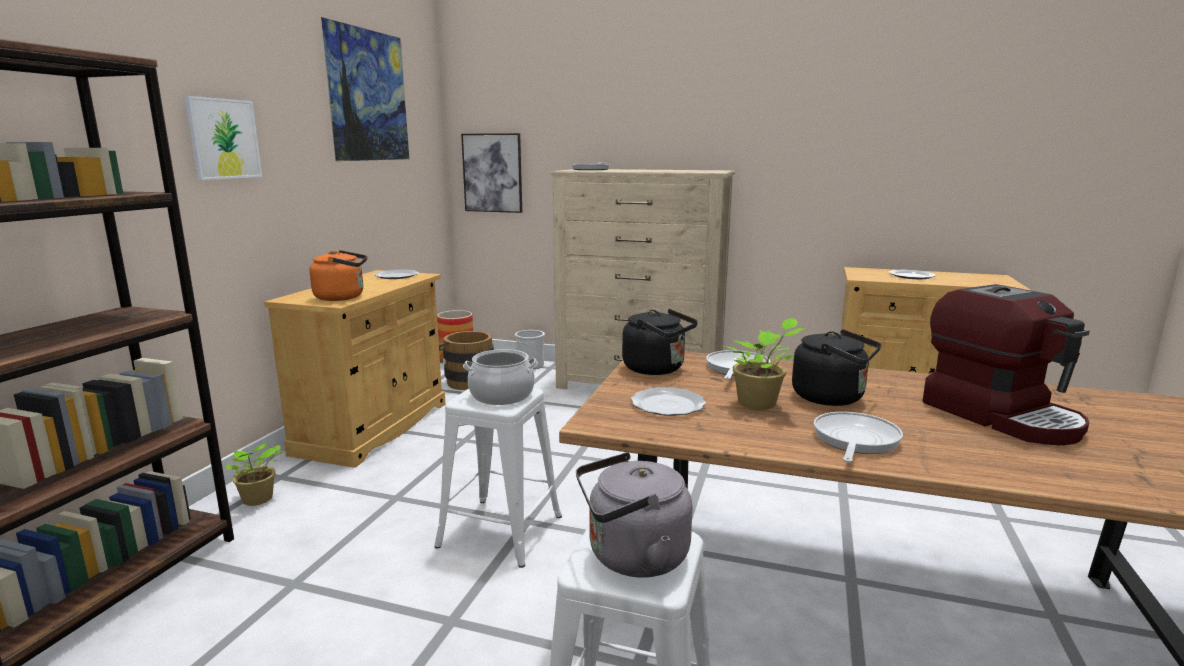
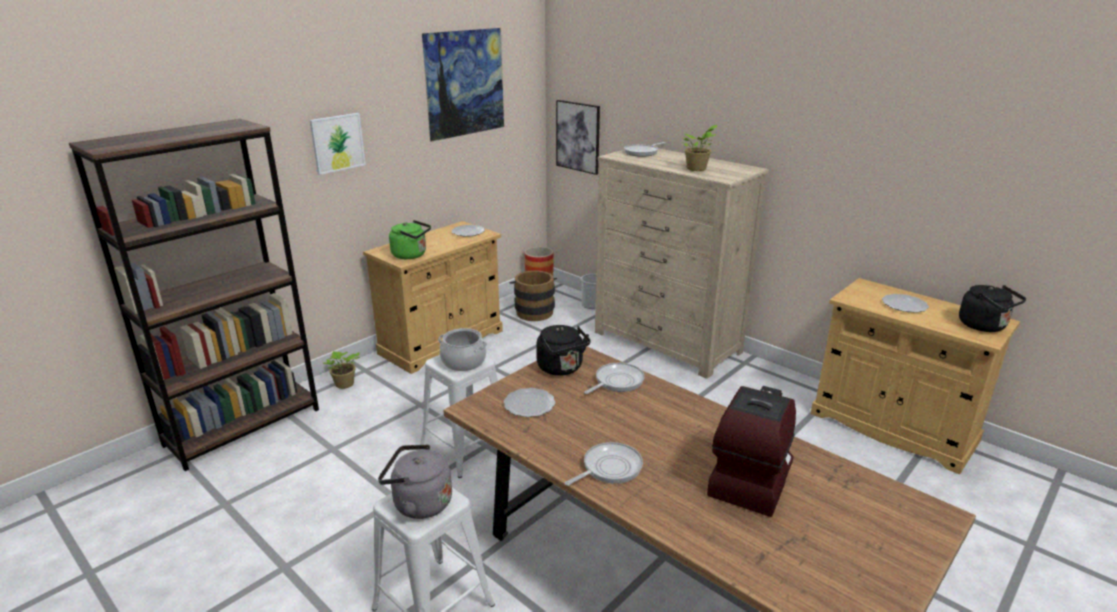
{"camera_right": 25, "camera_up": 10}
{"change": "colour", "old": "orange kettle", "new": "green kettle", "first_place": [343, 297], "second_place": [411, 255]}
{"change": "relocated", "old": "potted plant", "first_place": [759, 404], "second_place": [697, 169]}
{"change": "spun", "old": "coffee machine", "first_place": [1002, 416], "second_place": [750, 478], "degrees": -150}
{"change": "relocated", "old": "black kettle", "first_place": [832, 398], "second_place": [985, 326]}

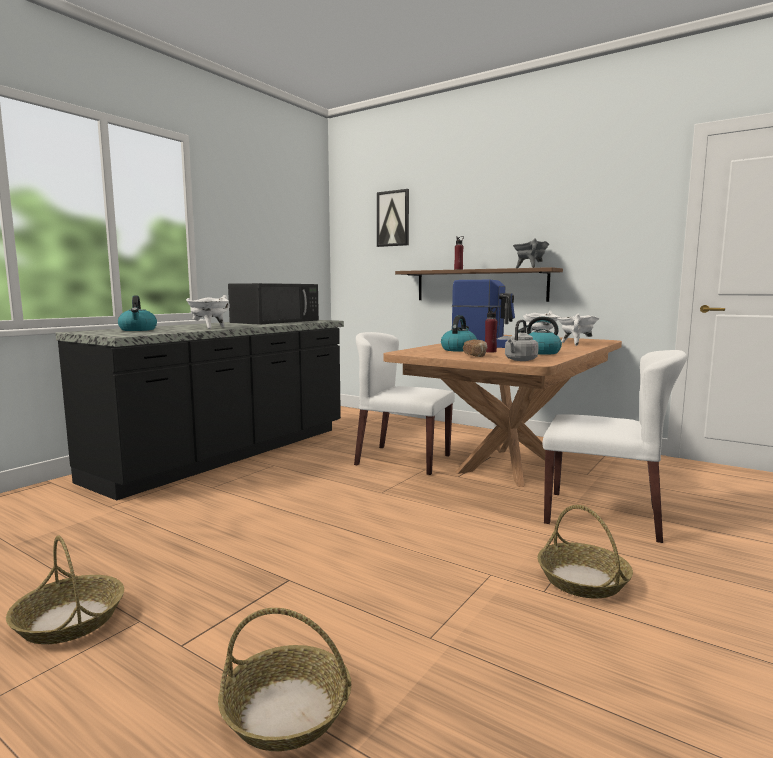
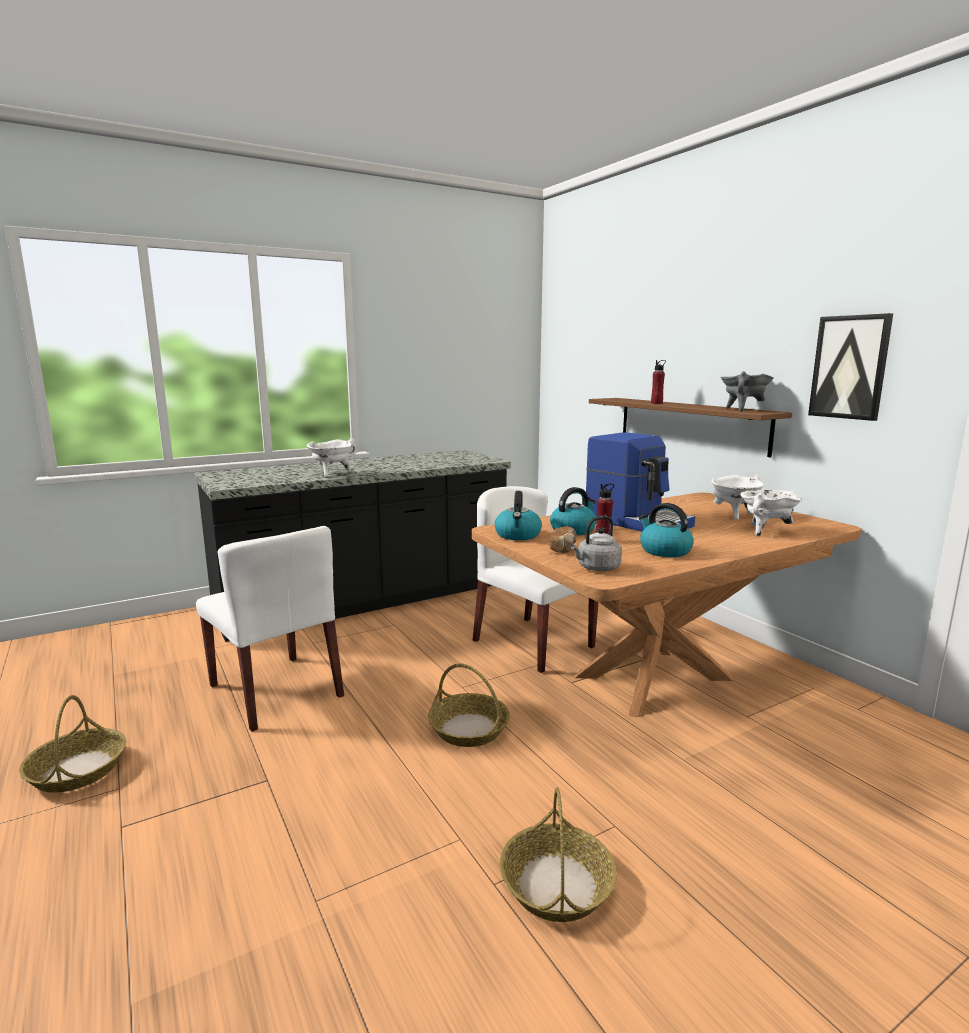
{"camera_right": 25, "camera_up": 5}
{"change": "relocated", "old": "white chair", "first_place": [604, 515], "second_place": [276, 691]}
{"change": "relocated", "old": "basket", "first_place": [285, 711], "second_place": [468, 729]}
{"change": "relocated", "old": "kettle", "first_place": [138, 330], "second_place": [518, 535]}
{"change": "relocated", "old": "picture", "first_place": [393, 218], "second_place": [849, 367]}
{"change": "missing", "old": "black microwave", "first_place": [276, 321]}

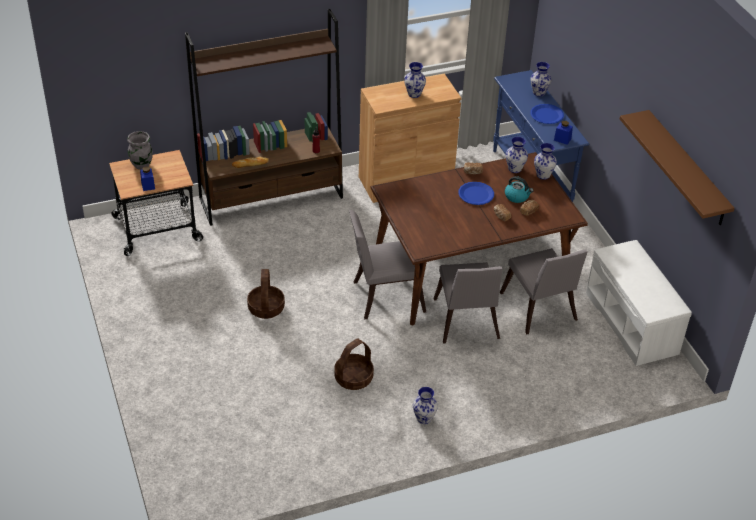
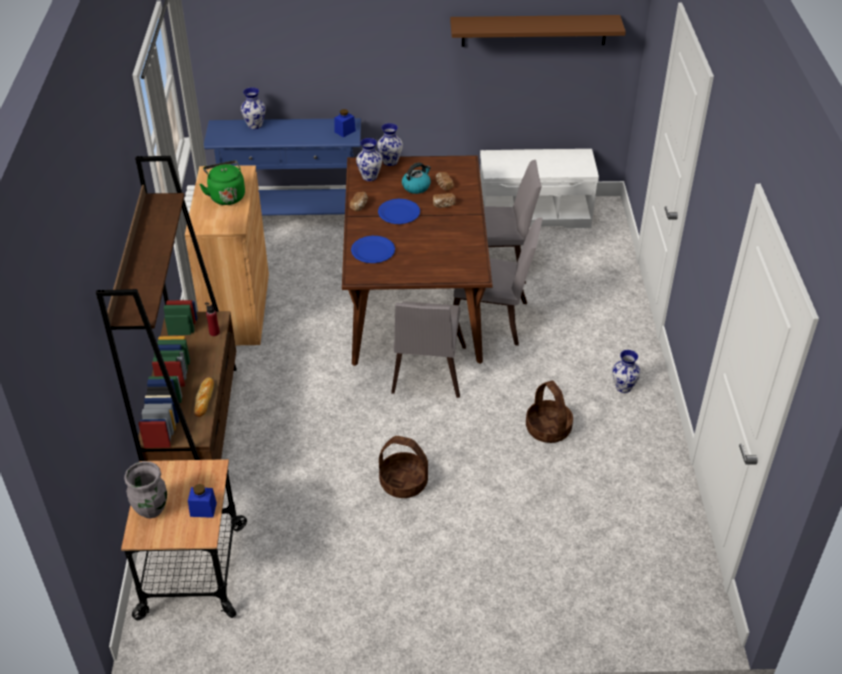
{"camera_right": -70, "camera_up": 0}
{"change": "exchanged", "old": "vase", "new": "green kettle", "first_place": [414, 94], "second_place": [226, 196]}
{"change": "relocated", "old": "blue plate", "first_place": [546, 115], "second_place": [373, 251]}

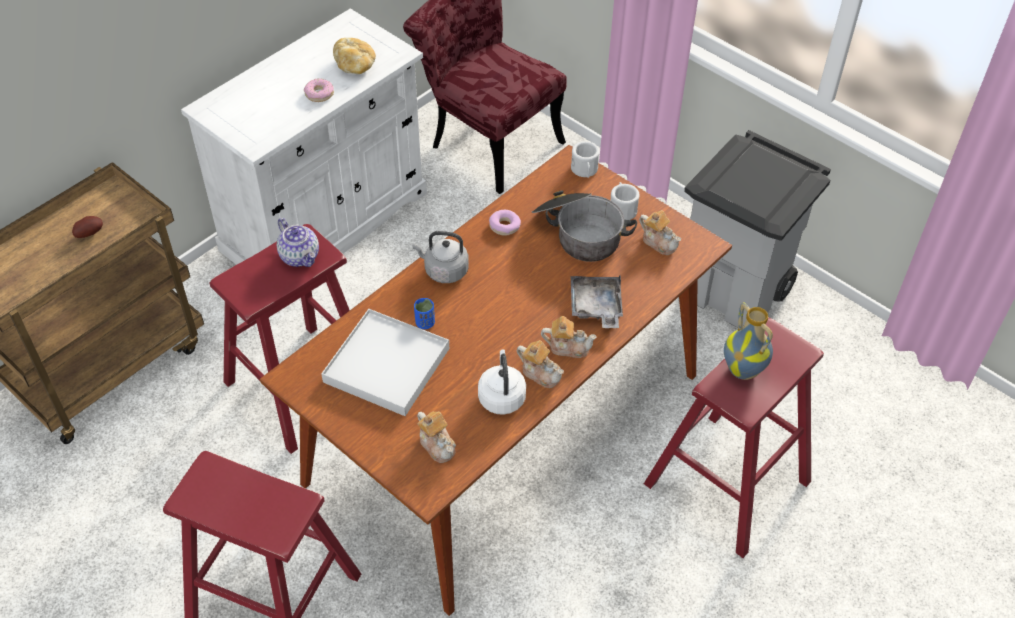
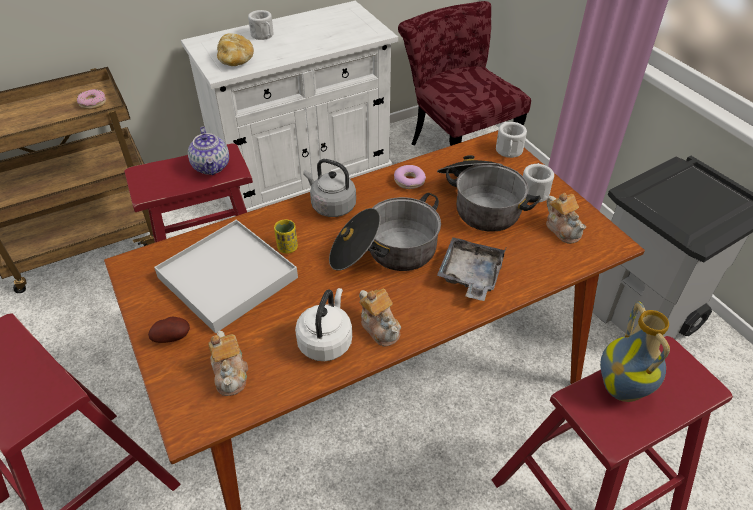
{"camera_right": 20, "camera_up": -5}
{"change": "relocated", "old": "donut", "first_place": [319, 94], "second_place": [93, 103]}
{"change": "relocated", "old": "potato", "first_place": [89, 233], "second_place": [173, 337]}
{"change": "relocated", "old": "bread", "first_place": [355, 65], "second_place": [236, 60]}
{"change": "appeared", "new": "white mug", "second_place": [263, 36]}
{"change": "colour", "old": "blue cup", "new": "yellow cup", "first_place": [425, 323], "second_place": [287, 248]}
{"change": "appeared", "new": "cooking pot", "second_place": [385, 252]}
{"change": "missing", "old": "teapot", "first_place": [568, 347]}

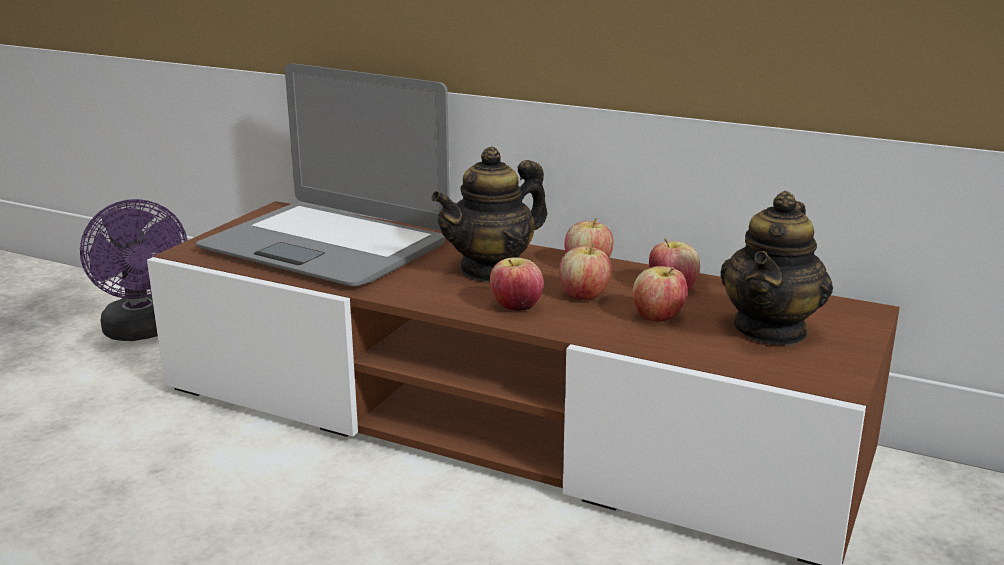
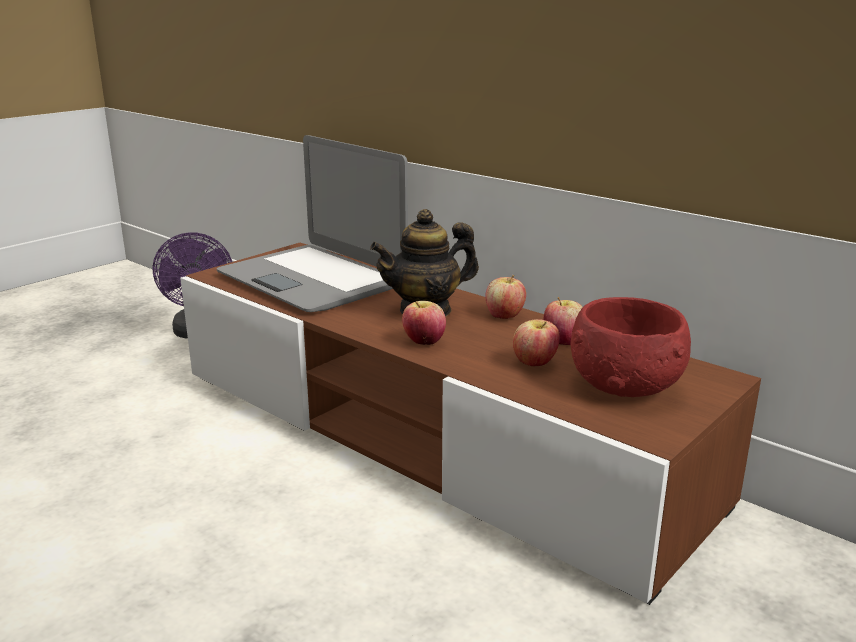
{"camera_right": 15, "camera_up": 0}
{"change": "exchanged", "old": "teapot", "new": "red bowl", "first_place": [771, 330], "second_place": [627, 385]}
{"change": "missing", "old": "apple", "first_place": [584, 296]}

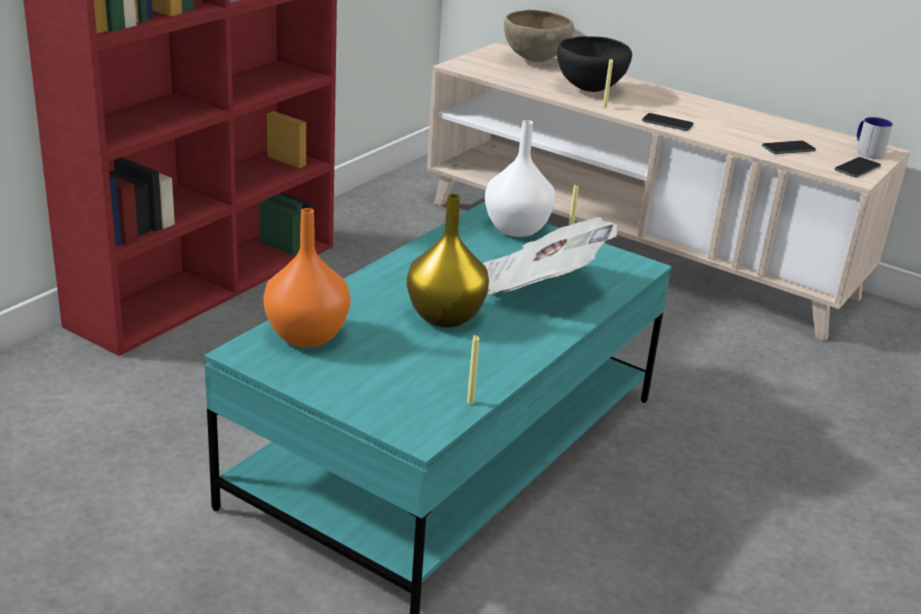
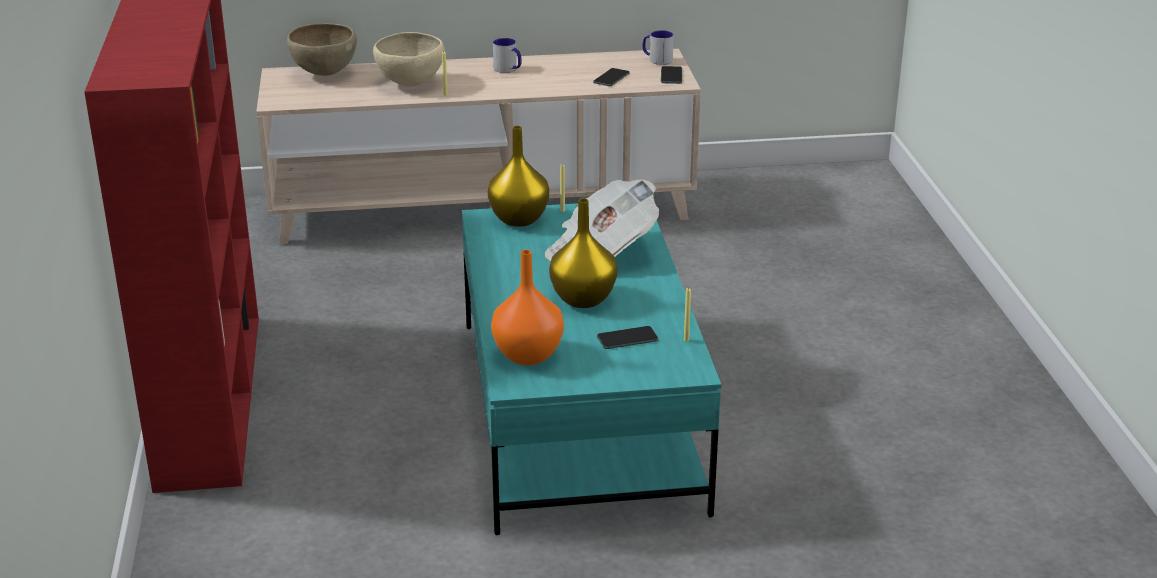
{"camera_right": -40, "camera_up": 0}
{"change": "colour", "old": "black bowl", "new": "beige bowl", "first_place": [590, 90], "second_place": [410, 84]}
{"change": "colour", "old": "white vase", "new": "yellow vase", "first_place": [518, 229], "second_place": [520, 219]}
{"change": "appeared", "new": "mug", "second_place": [508, 69]}
{"change": "relocated", "old": "phone", "first_place": [667, 123], "second_place": [627, 338]}

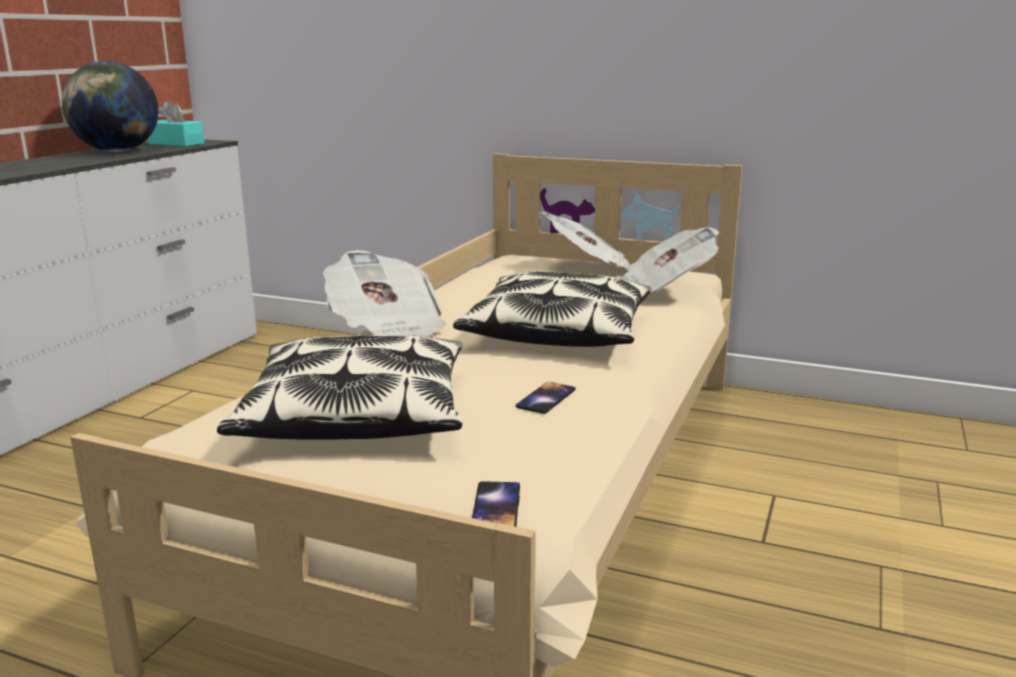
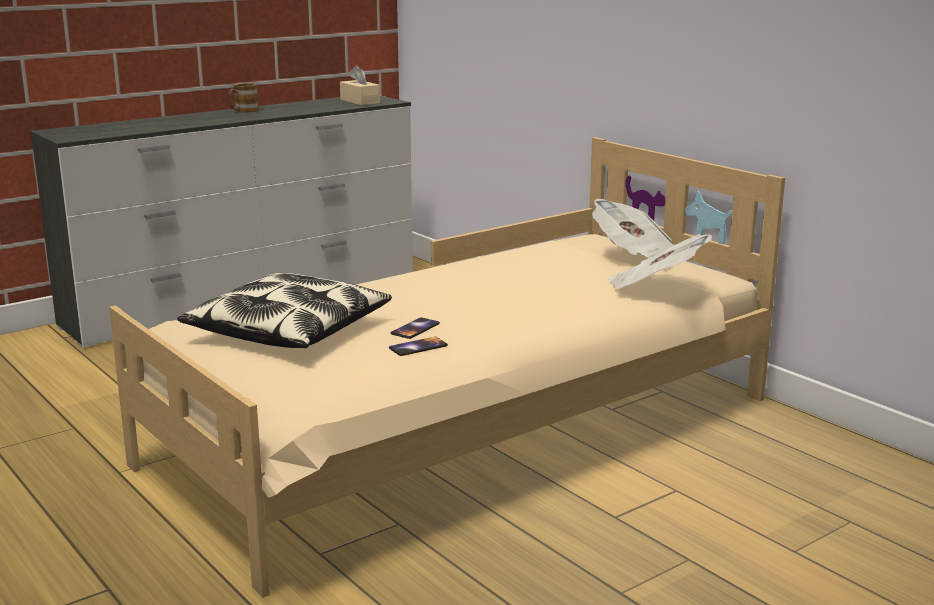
{"camera_right": 30, "camera_up": 0}
{"change": "appeared", "new": "mug", "second_place": [243, 111]}
{"change": "colour", "old": "turquoise tissue box", "new": "beige tissue box", "first_place": [176, 143], "second_place": [360, 101]}
{"change": "relocated", "old": "phone", "first_place": [496, 507], "second_place": [415, 329]}
{"change": "missing", "old": "globe", "first_place": [117, 151]}
{"change": "missing", "old": "newspaper", "first_place": [386, 330]}
{"change": "missing", "old": "pillow", "first_place": [558, 332]}

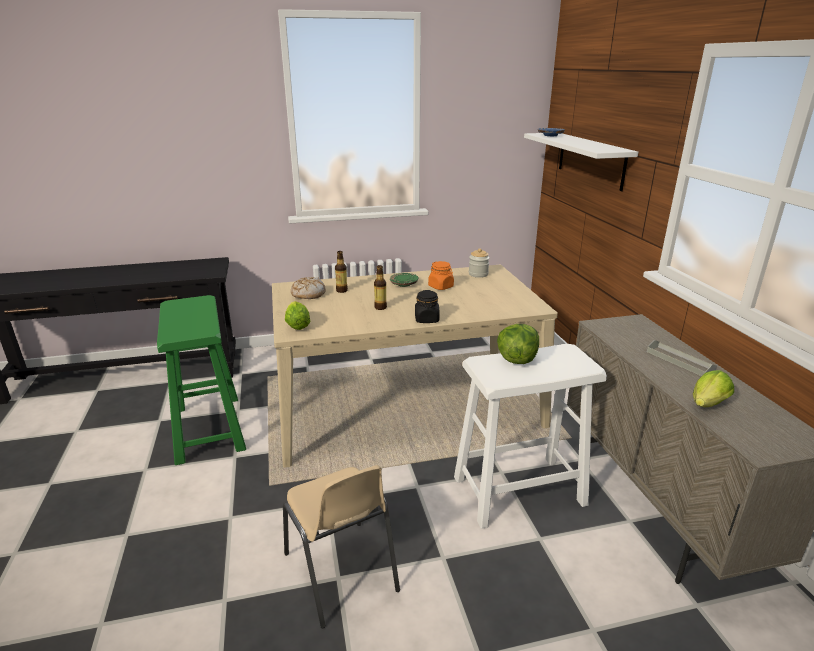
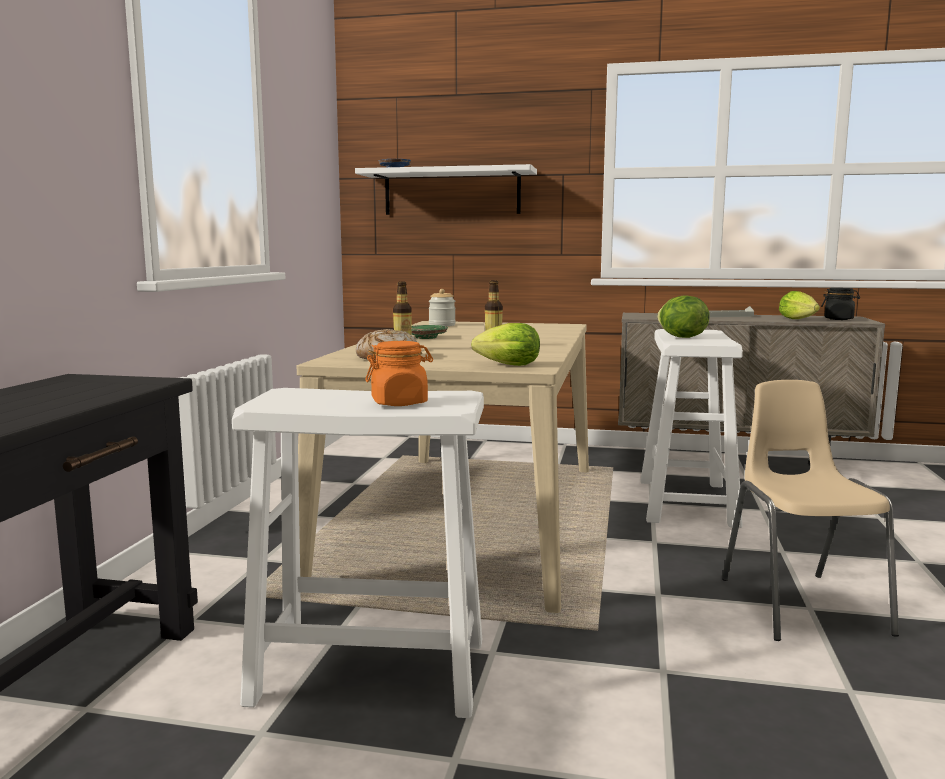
{"camera_right": -65, "camera_up": -15}
{"change": "colour", "old": "green stool", "new": "white stool", "first_place": [209, 428], "second_place": [369, 670]}
{"change": "relocated", "old": "orange jar", "first_place": [441, 287], "second_place": [399, 403]}
{"change": "spun", "old": "beige chair", "first_place": [341, 572], "second_place": [801, 605], "degrees": -90}
{"change": "relocated", "old": "black jar", "first_place": [427, 319], "second_place": [838, 319]}

